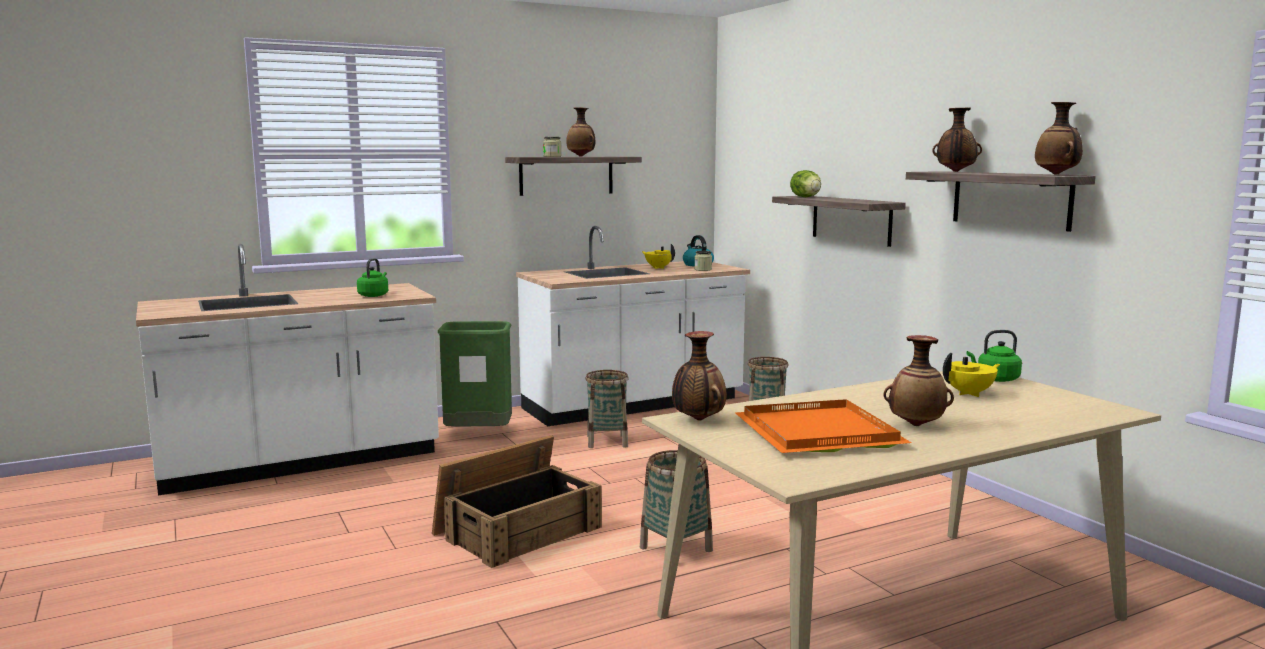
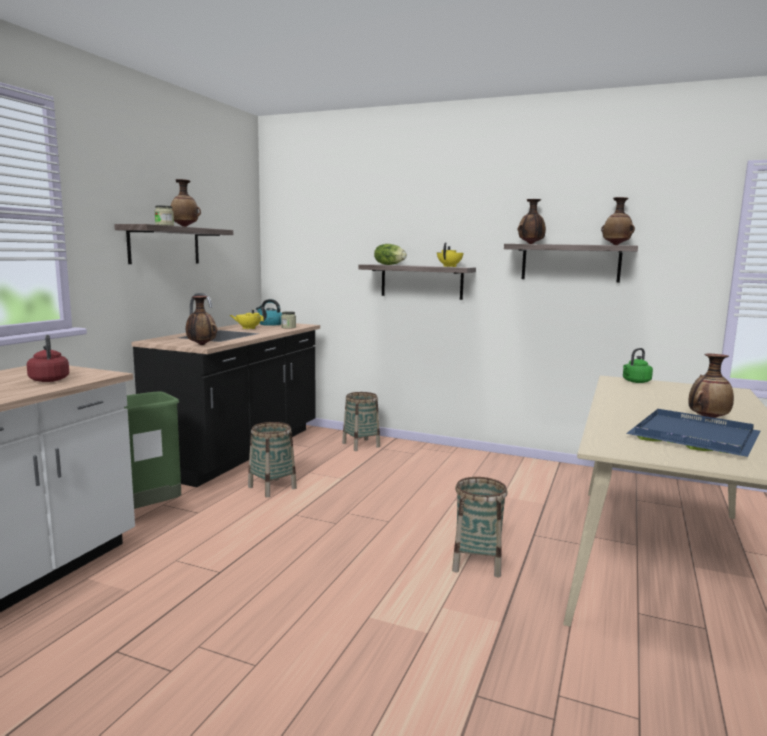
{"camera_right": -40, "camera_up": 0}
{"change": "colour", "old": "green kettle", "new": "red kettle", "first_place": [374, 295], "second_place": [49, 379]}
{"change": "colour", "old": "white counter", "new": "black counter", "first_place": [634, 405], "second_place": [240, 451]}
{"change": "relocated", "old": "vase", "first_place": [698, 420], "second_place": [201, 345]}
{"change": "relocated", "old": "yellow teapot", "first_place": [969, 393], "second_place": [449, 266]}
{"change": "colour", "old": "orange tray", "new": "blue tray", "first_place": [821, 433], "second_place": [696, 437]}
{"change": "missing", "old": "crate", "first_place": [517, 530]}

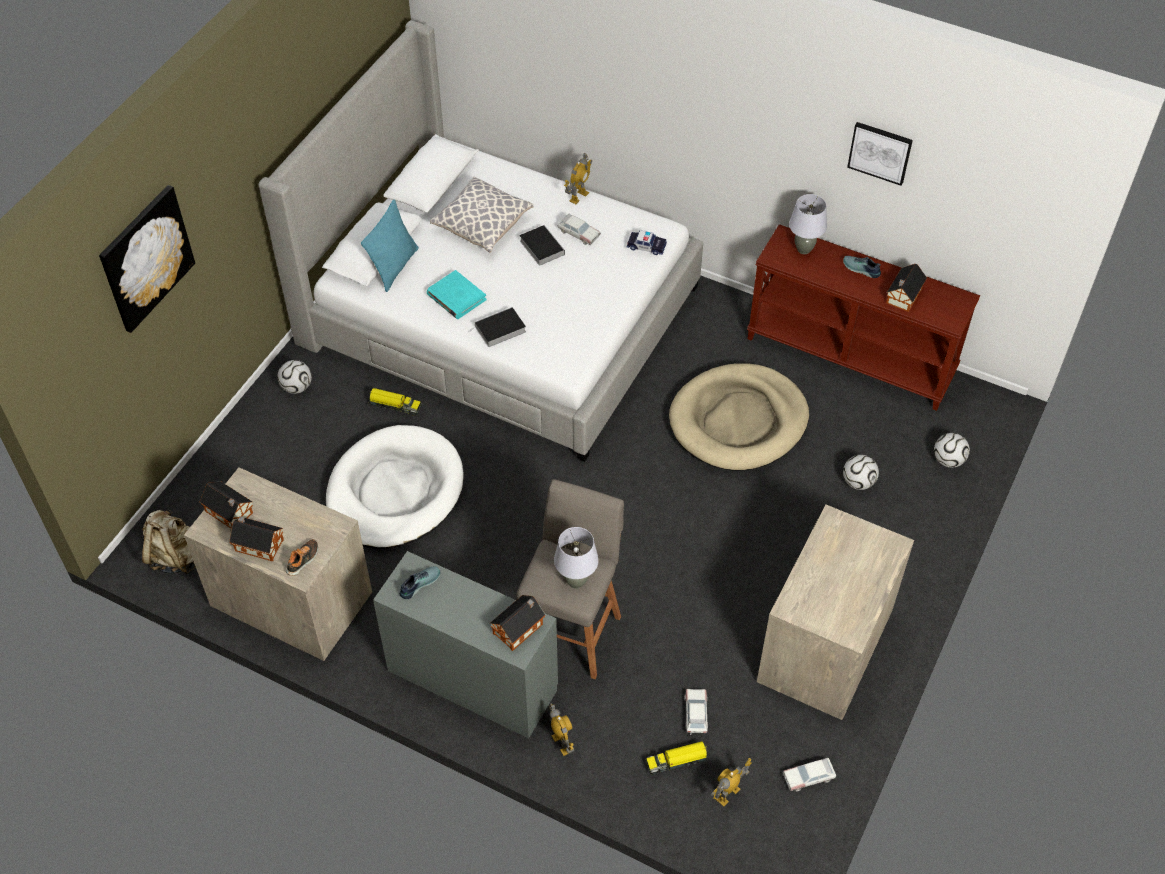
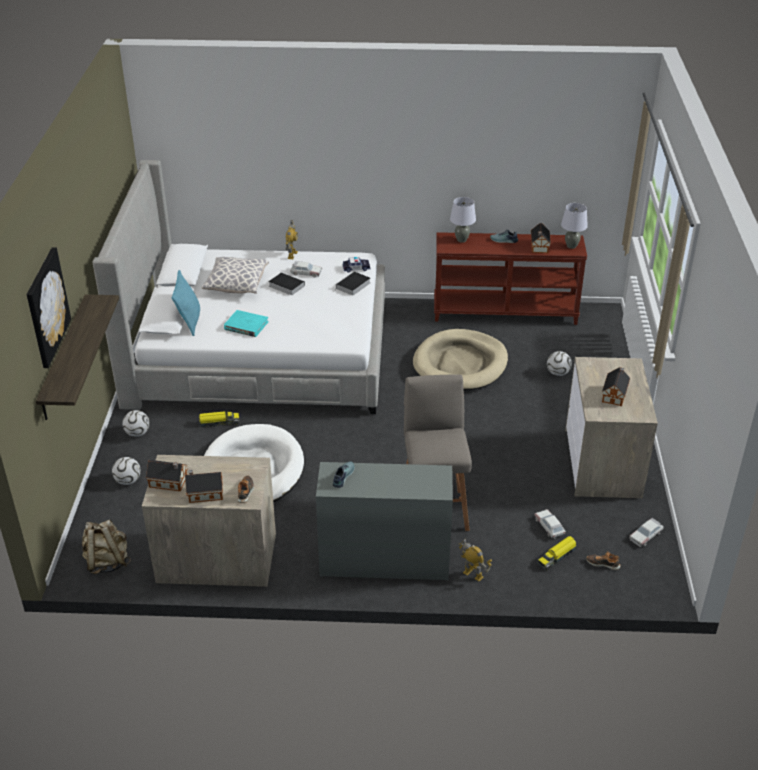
{"camera_right": -25, "camera_up": -15}
{"change": "appeared", "new": "shelf", "second_place": [64, 357]}
{"change": "relocated", "old": "football", "first_place": [948, 460], "second_place": [128, 481]}
{"change": "relocated", "old": "book", "first_place": [499, 330], "second_place": [353, 286]}
{"change": "relocated", "old": "grey table lamp", "first_place": [576, 582], "second_place": [571, 246]}
{"change": "exchanged", "old": "toy robot", "new": "shoe", "first_place": [728, 794], "second_place": [603, 563]}
{"change": "relocated", "old": "toy house", "first_place": [519, 628], "second_place": [615, 394]}
{"change": "missing", "old": "picture", "first_place": [880, 152]}

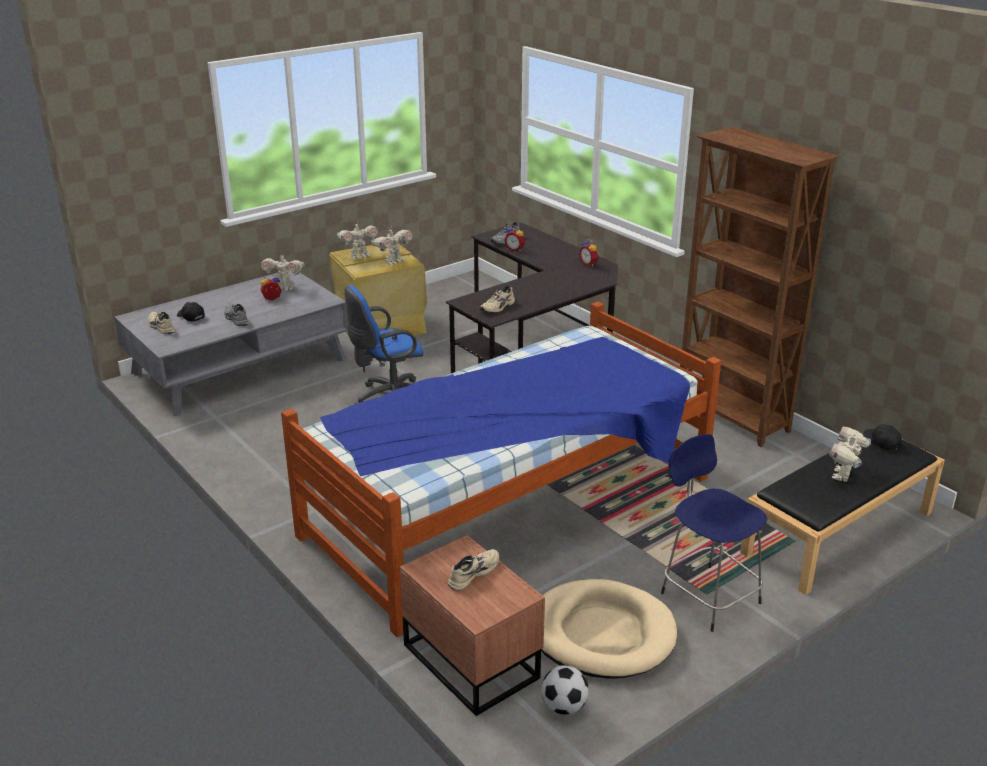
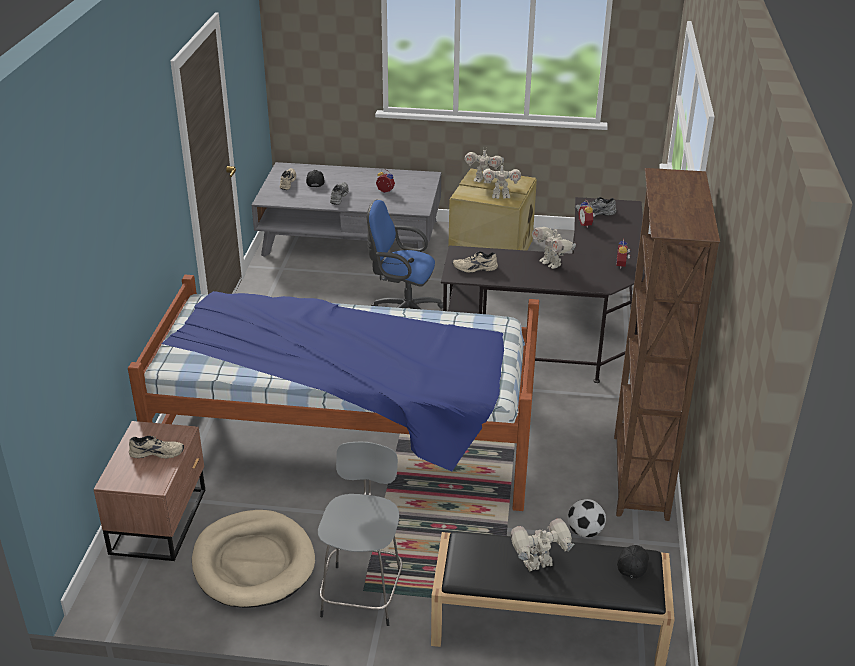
{"camera_right": 45, "camera_up": 5}
{"change": "colour", "old": "blue stool", "new": "grey stool", "first_place": [708, 596], "second_place": [362, 592]}
{"change": "relocated", "old": "toy robot", "first_place": [284, 288], "second_place": [551, 263]}
{"change": "relocated", "old": "football", "first_place": [563, 707], "second_place": [585, 531]}

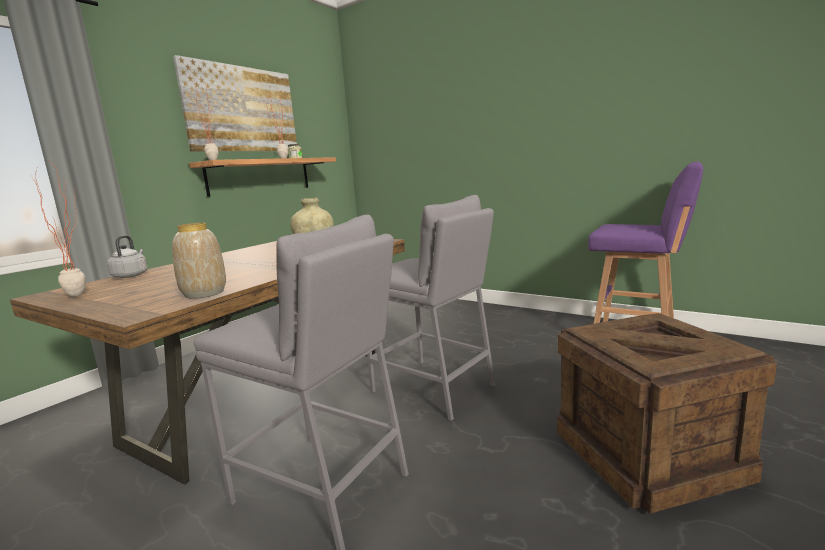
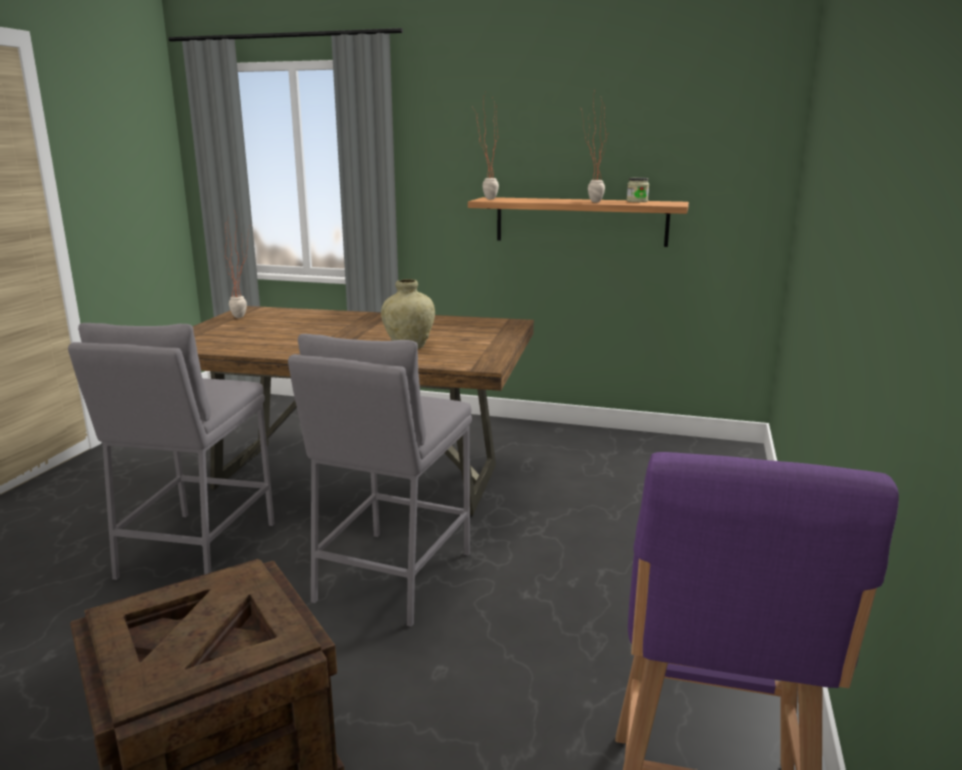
{"camera_right": 70, "camera_up": 5}
{"change": "missing", "old": "grey kettle", "first_place": [131, 275]}
{"change": "missing", "old": "vase", "first_place": [204, 294]}
{"change": "missing", "old": "picture", "first_place": [242, 109]}

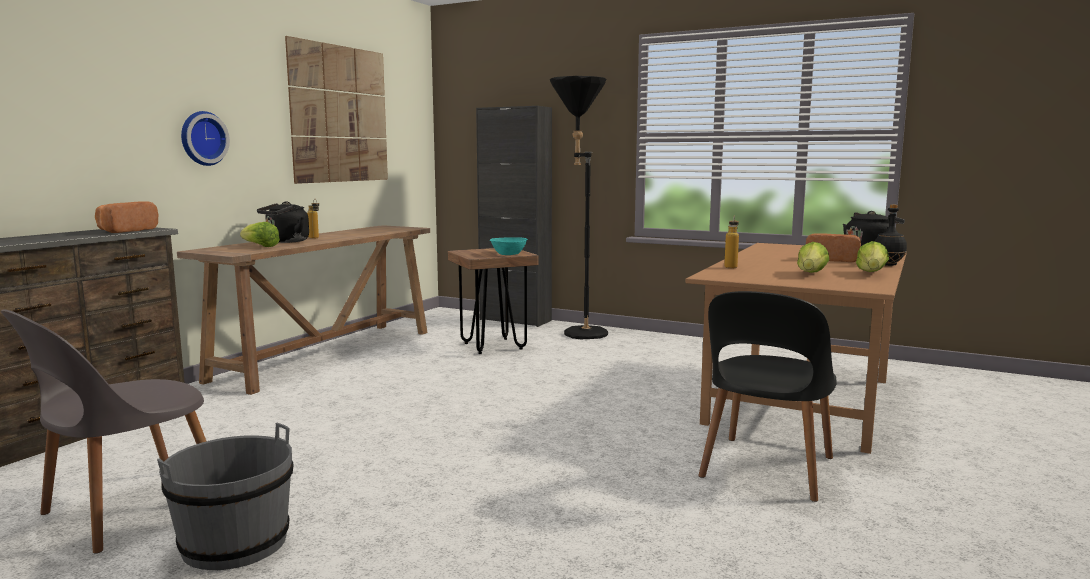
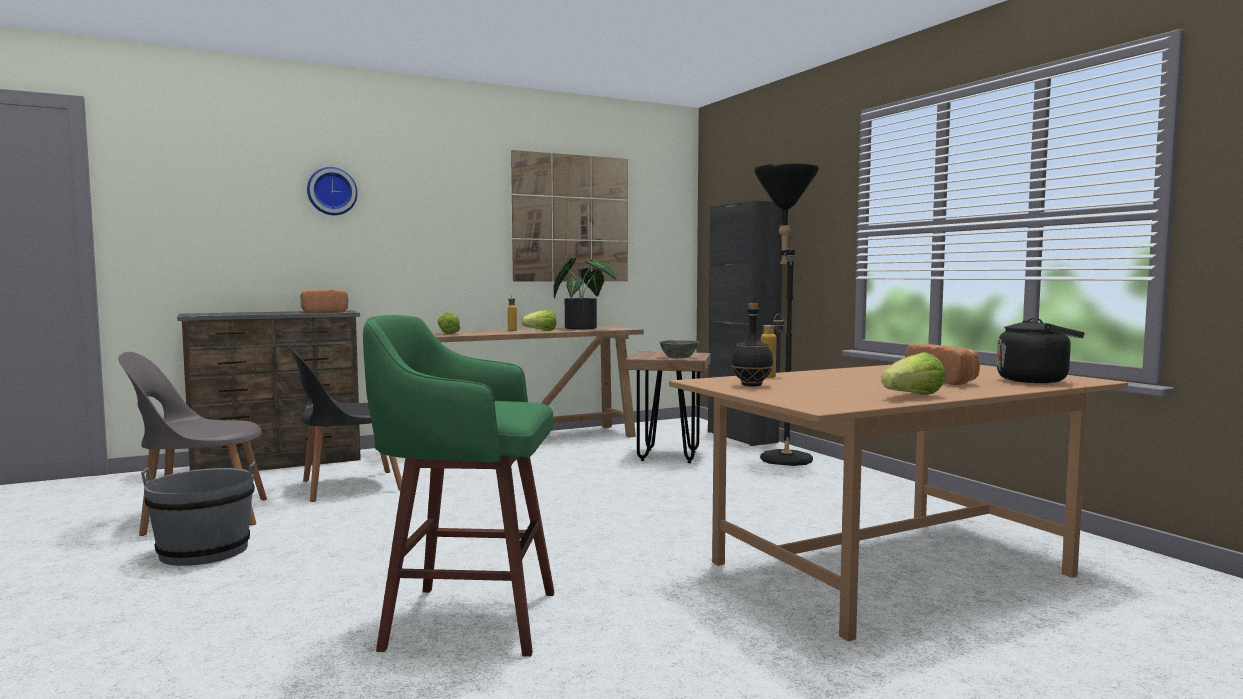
{"camera_right": 35, "camera_up": -5}
{"change": "relocated", "old": "black chair", "first_place": [766, 470], "second_place": [346, 486]}
{"change": "relocated", "old": "wall clock", "first_place": [202, 138], "second_place": [332, 191]}
{"change": "appeared", "new": "green stool", "second_place": [465, 619]}
{"change": "relocated", "old": "lettuce", "first_place": [811, 274], "second_place": [541, 331]}
{"change": "appeared", "new": "potted plant", "second_place": [584, 328]}
{"change": "colour", "old": "turquoise bowl", "new": "grey bowl", "first_place": [508, 254], "second_place": [678, 357]}
{"change": "relocated", "old": "black bottle", "first_place": [888, 265], "second_place": [751, 385]}
{"change": "missing", "old": "black kettle", "first_place": [285, 241]}

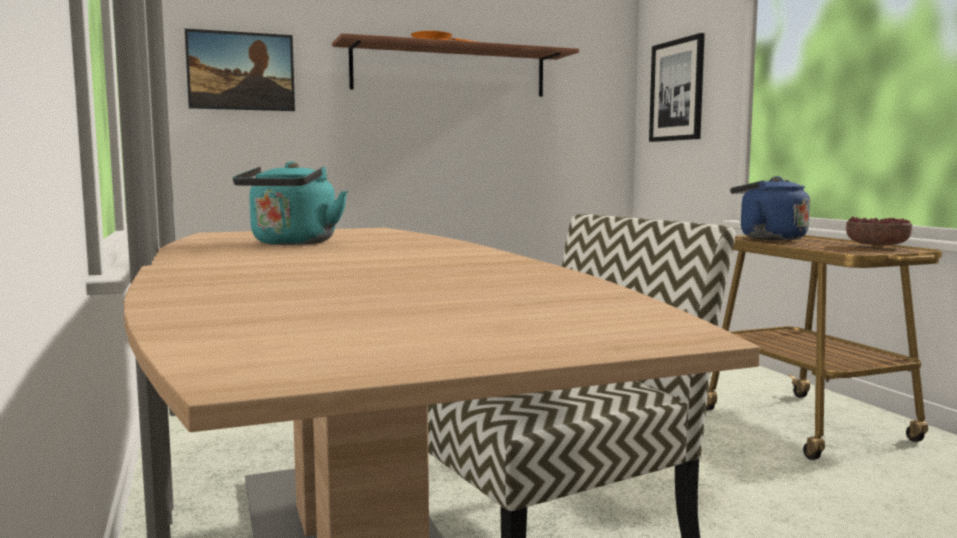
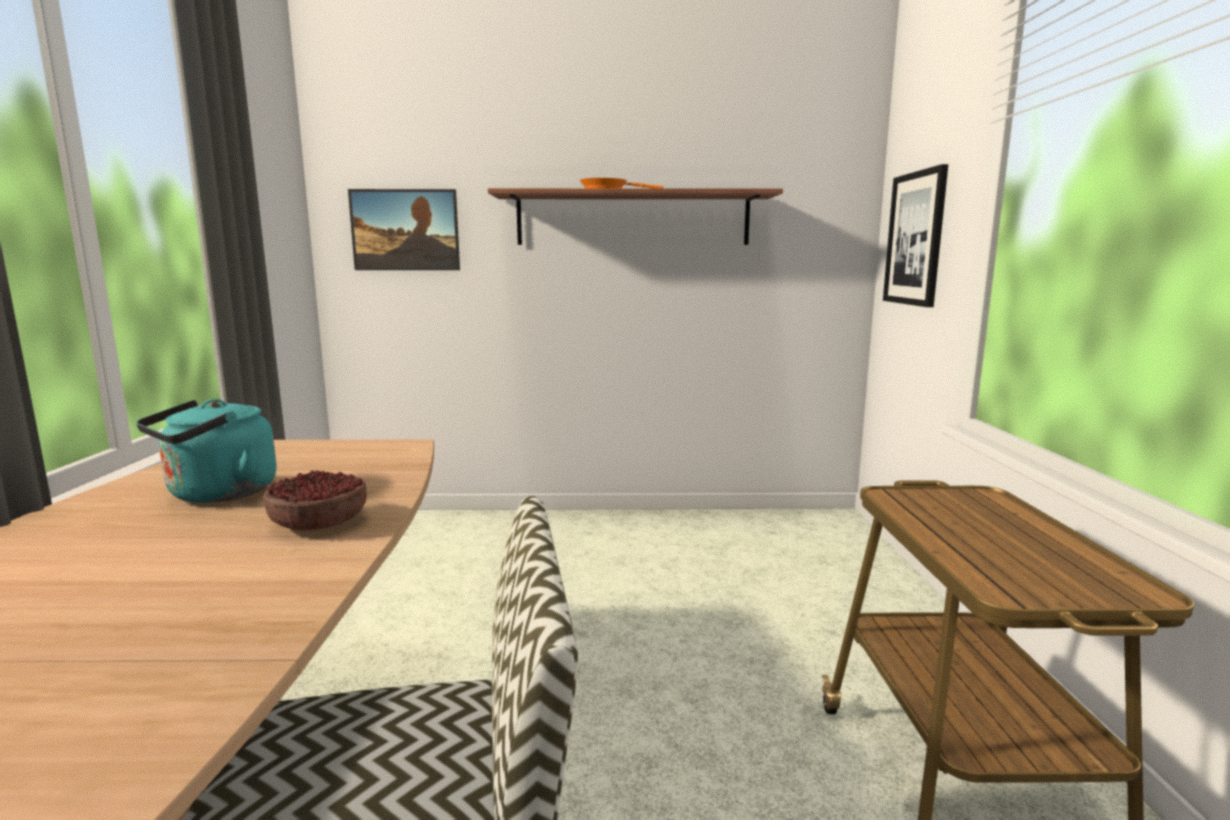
{"camera_right": 20, "camera_up": 5}
{"change": "relocated", "old": "bowl", "first_place": [876, 245], "second_place": [319, 522]}
{"change": "missing", "old": "blue kettle", "first_place": [768, 238]}

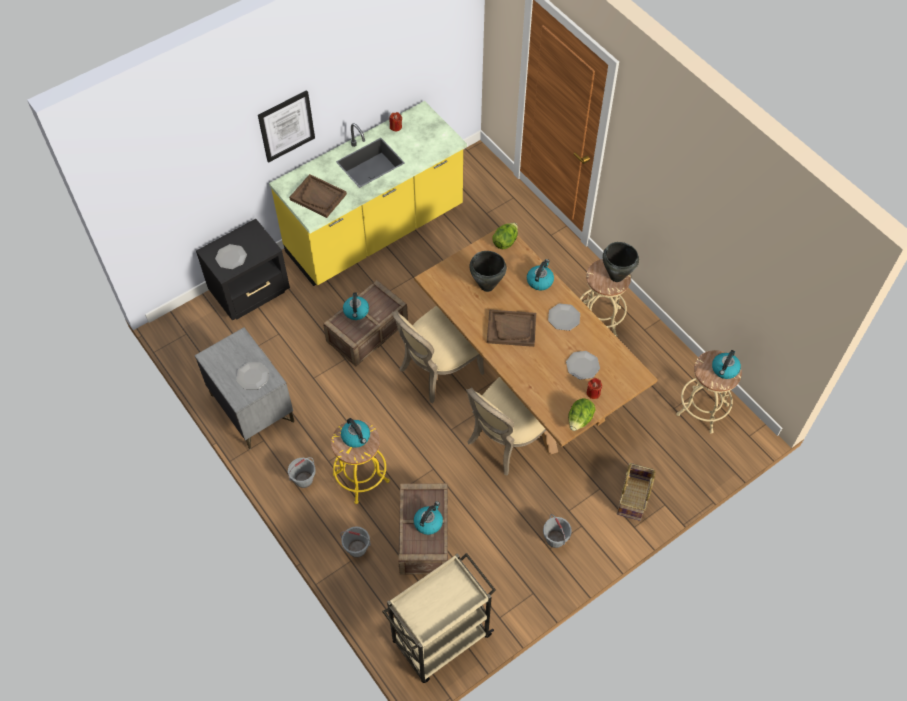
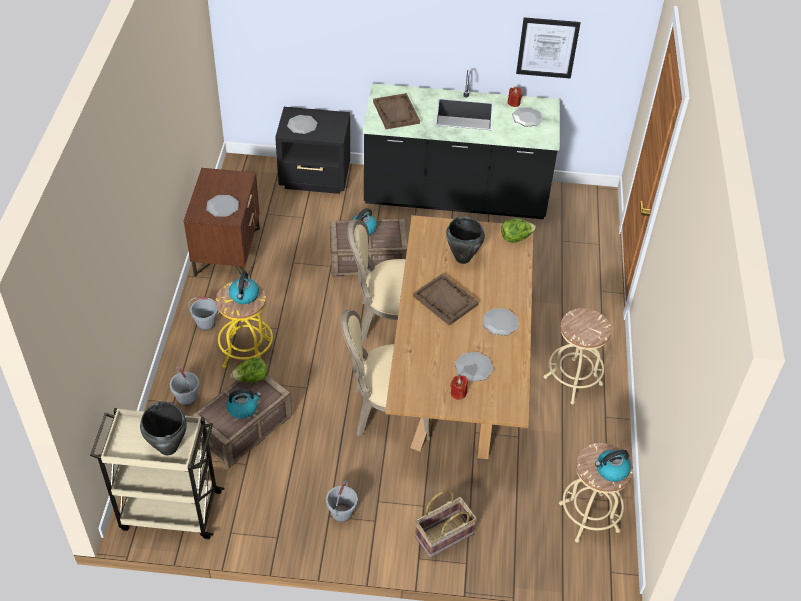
{"camera_right": 40, "camera_up": -10}
{"change": "relocated", "old": "black cooking pot", "first_place": [616, 276], "second_place": [168, 447]}
{"change": "colour", "old": "grey nightstand", "new": "brown nightstand", "first_place": [252, 408], "second_place": [227, 251]}
{"change": "relocated", "old": "lettuce", "first_place": [579, 420], "second_place": [251, 379]}
{"change": "colour", "old": "yellow counter", "new": "black counter", "first_place": [375, 231], "second_place": [455, 197]}
{"change": "appeared", "new": "plate", "second_place": [527, 117]}
{"change": "relocated", "old": "picture", "first_place": [286, 126], "second_place": [547, 47]}
{"change": "missing", "old": "kettle", "first_place": [540, 281]}

